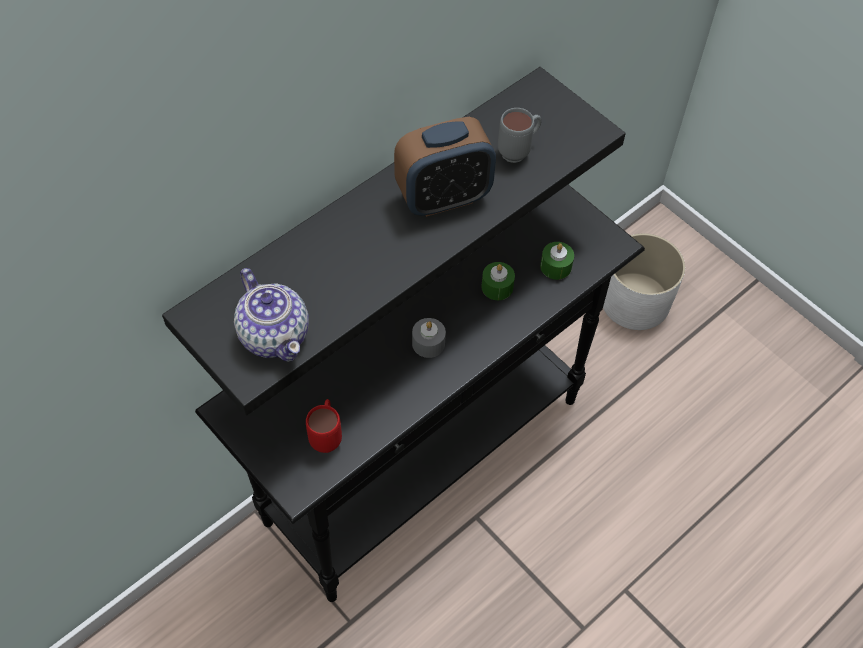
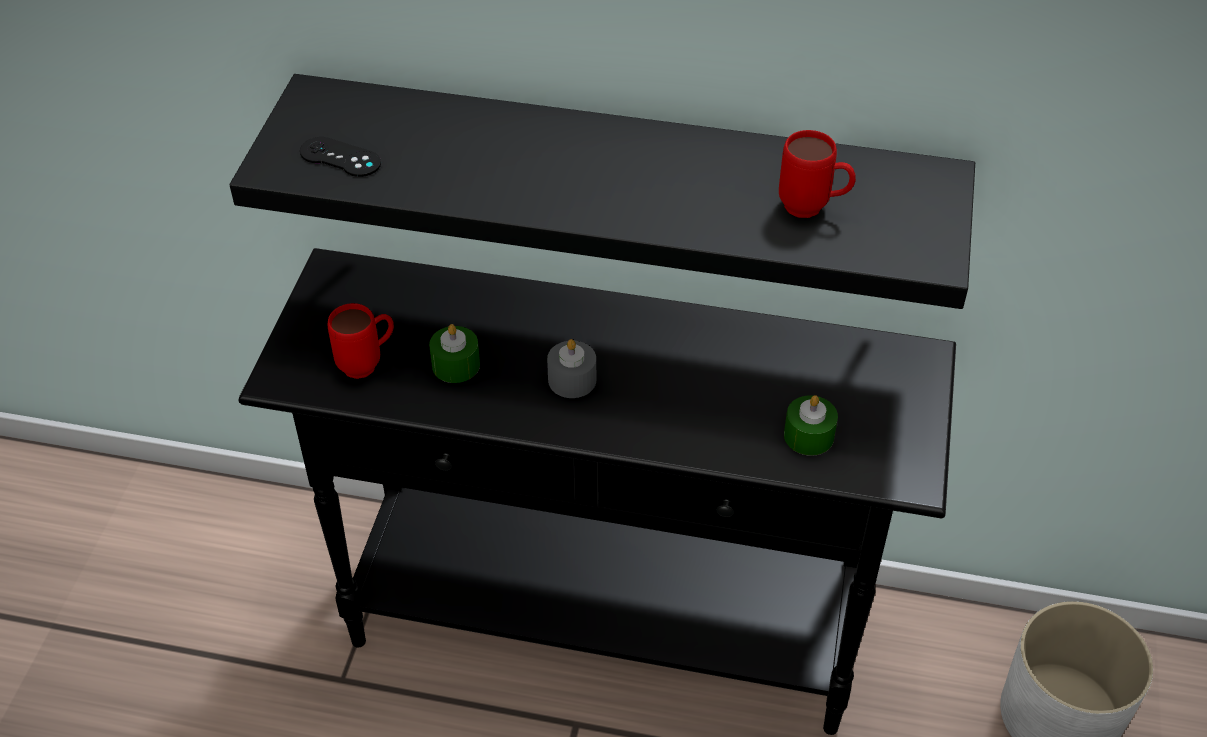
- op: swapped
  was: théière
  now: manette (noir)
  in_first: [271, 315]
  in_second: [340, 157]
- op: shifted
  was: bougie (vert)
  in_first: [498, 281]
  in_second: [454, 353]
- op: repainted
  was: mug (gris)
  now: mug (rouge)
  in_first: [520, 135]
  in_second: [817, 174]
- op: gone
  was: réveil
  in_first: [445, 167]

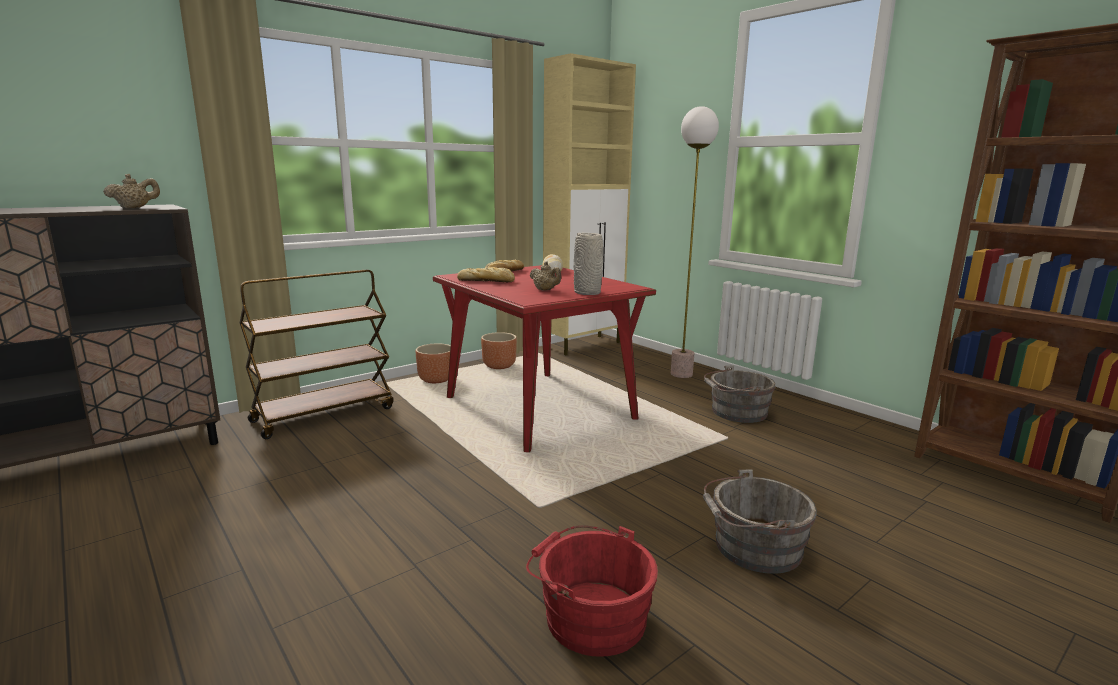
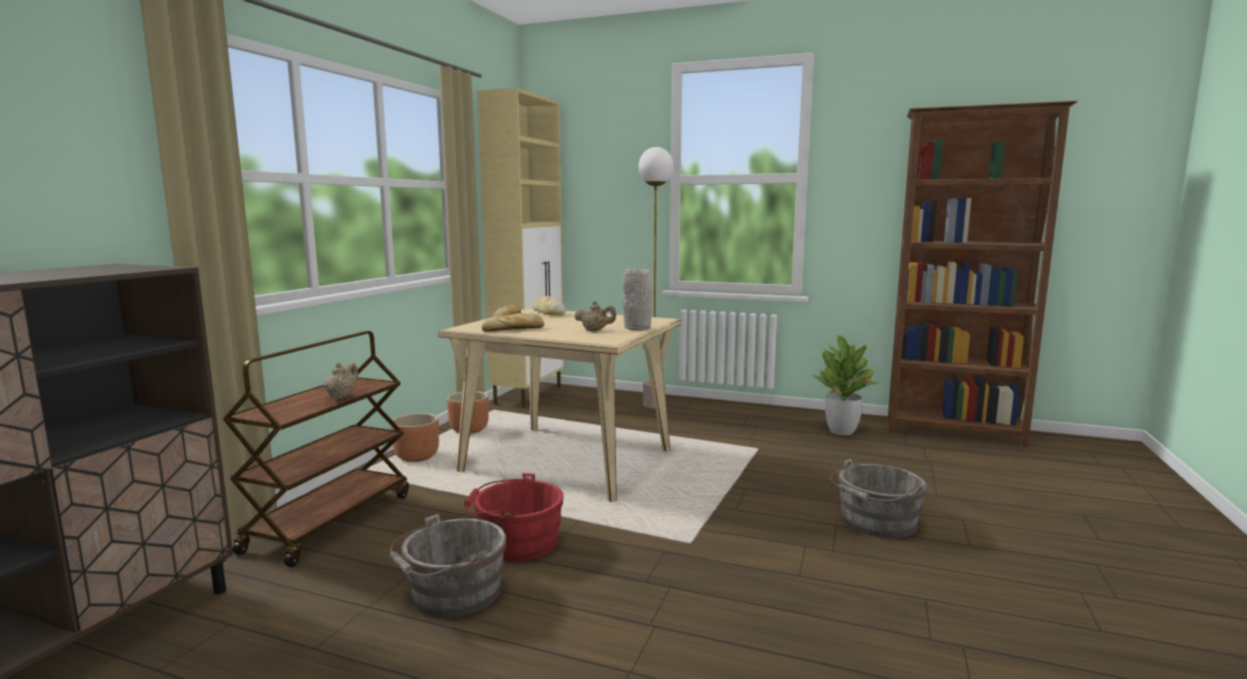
- op: shifted
  was: théière (beige)
  in_first: [131, 191]
  in_second: [340, 380]
- op: shifted
  was: seau (gris)
  in_first: [740, 394]
  in_second: [448, 566]
- op: repainted
  was: table à manger (rouge)
  now: table à manger (beige)
  in_first: [544, 358]
  in_second: [559, 405]
- op: shifted
  was: seau (rouge)
  in_first: [592, 591]
  in_second: [514, 517]
- op: new
  now: plante en pot
  in_second: [846, 385]

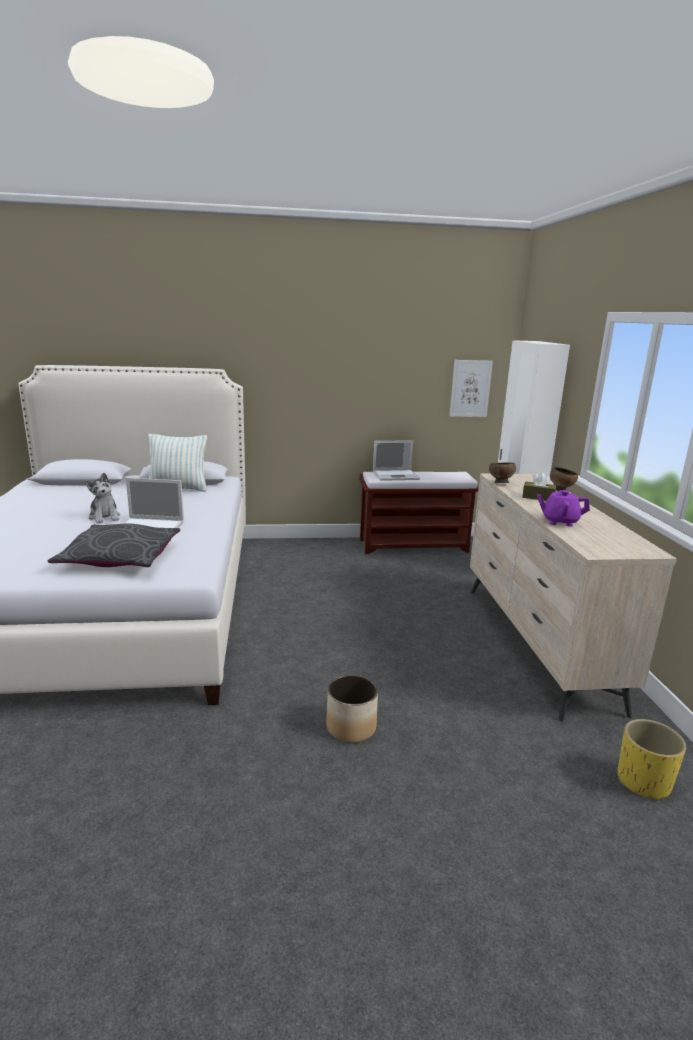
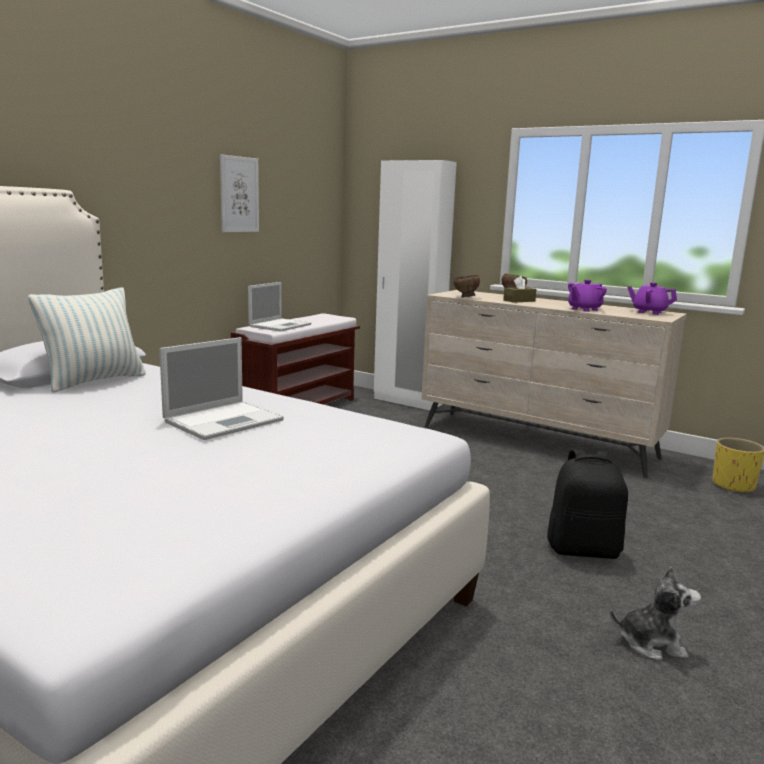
- op: shifted
  was: tableau
  in_first: [471, 388]
  in_second: [239, 193]
- op: swapped
  was: cache-pot
  now: sac à dos (noir)
  in_first: [352, 709]
  in_second: [587, 504]
- op: shifted
  was: peluche
  in_first: [102, 498]
  in_second: [655, 614]
- op: new
  now: théière (violet)
  in_second: [652, 298]
- op: gone
  was: coussin (gris)
  in_first: [114, 545]

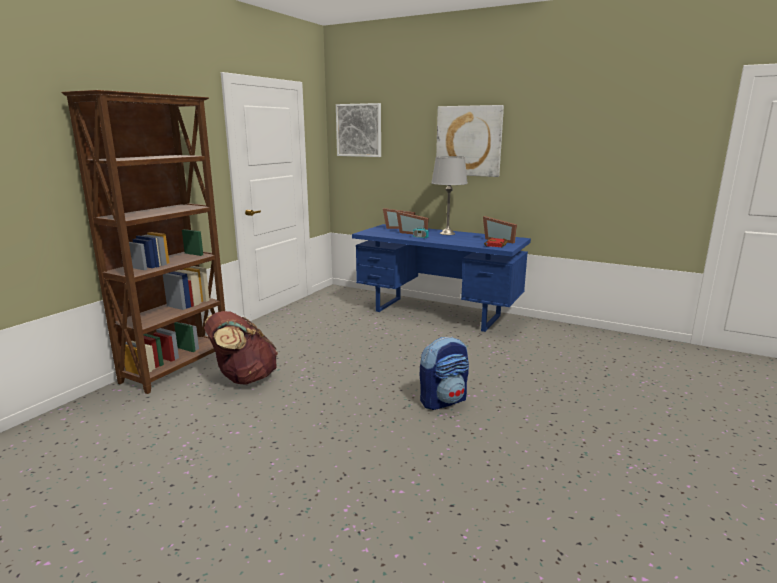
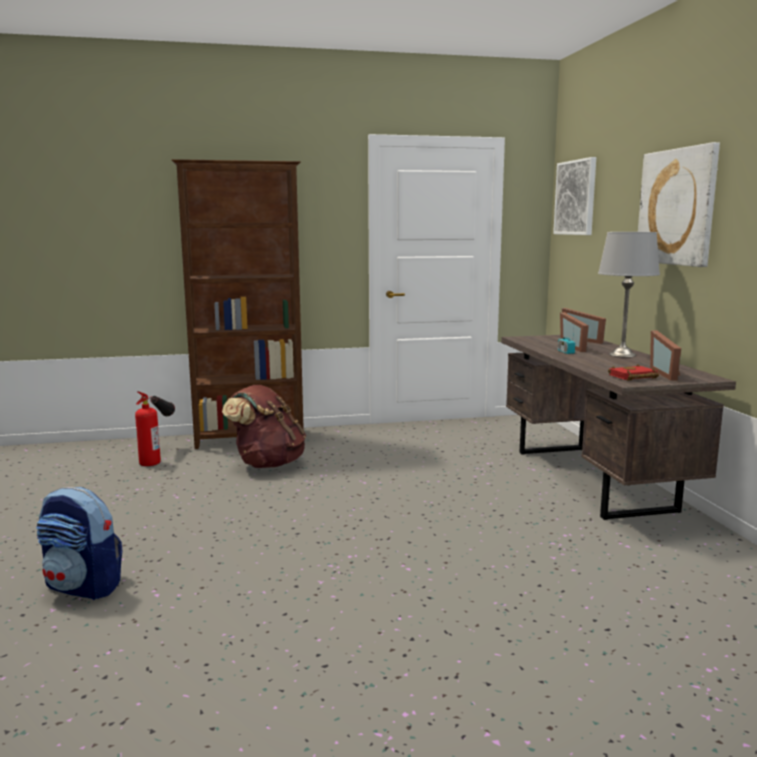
- op: shifted
  was: sac à dos
  in_first: [444, 373]
  in_second: [79, 543]
- op: new
  now: extincteur
  in_second: [155, 429]
- op: repainted
  was: bureau (bleu)
  now: bureau (marron)
  in_first: [441, 278]
  in_second: [618, 427]

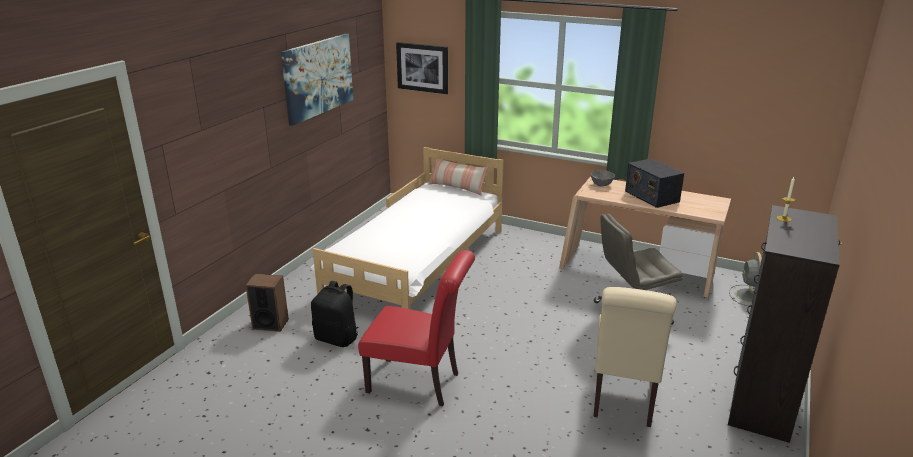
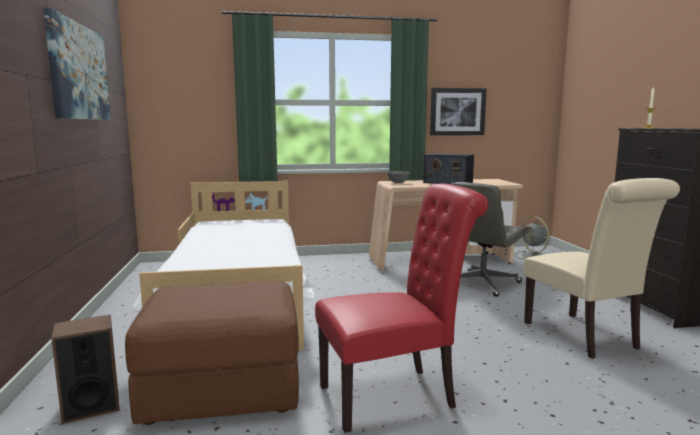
- op: swapped
  was: sac à dos (noir)
  now: pouf (marron)
  in_first: [335, 314]
  in_second: [212, 353]
- op: shifted
  was: tableau
  in_first: [422, 68]
  in_second: [458, 112]
- op: gone
  was: coussin
  in_first: [458, 177]

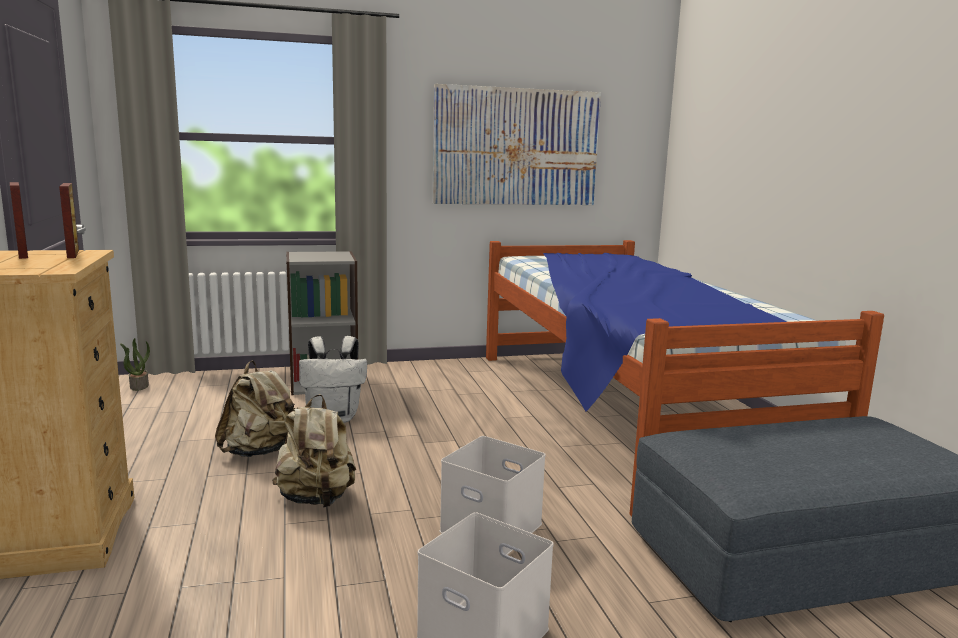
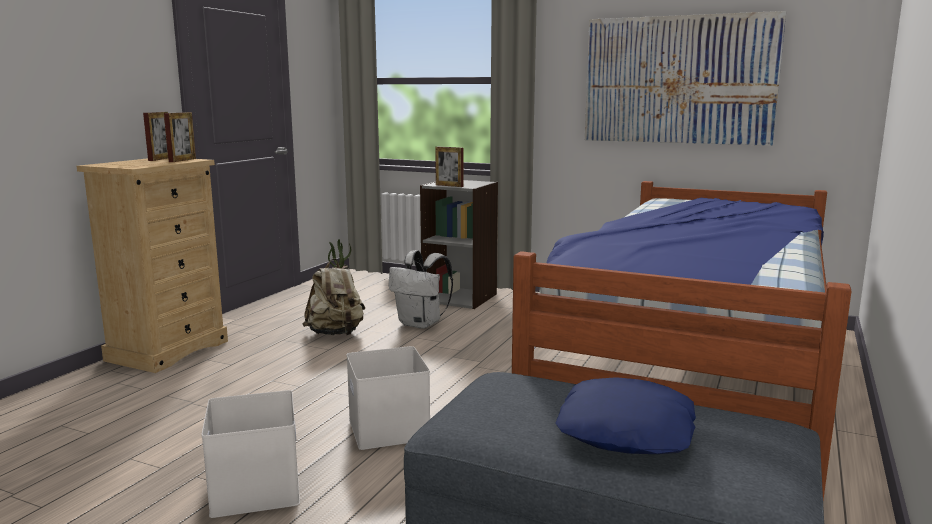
- op: new
  now: cadre photo
  in_second: [449, 167]
- op: new
  now: coussin (bleu)
  in_second: [625, 415]
- op: gone
  was: sac à dos (beige)
  in_first: [314, 451]

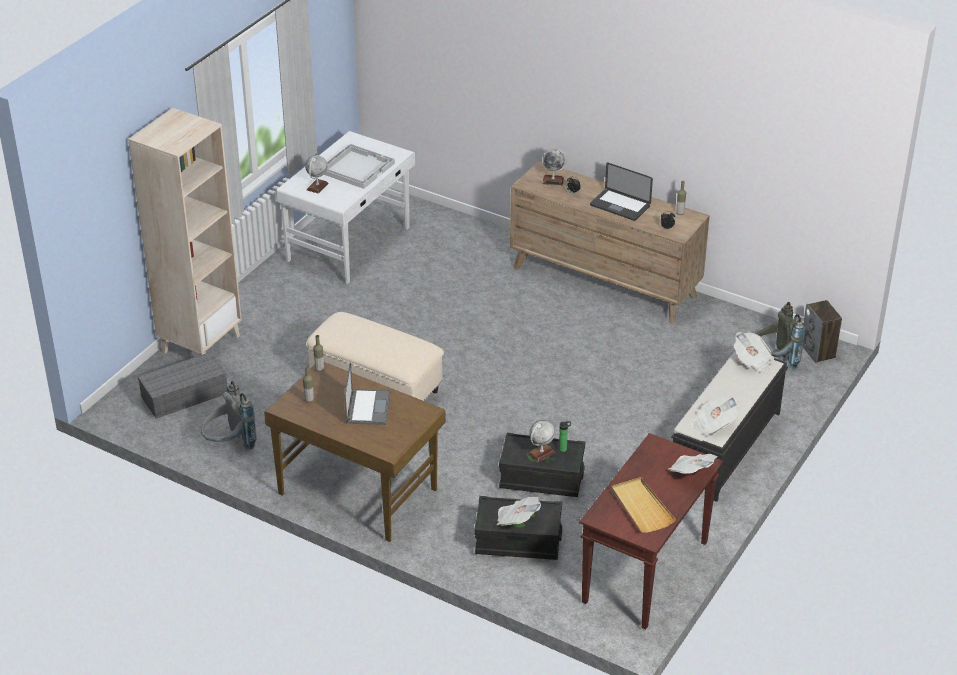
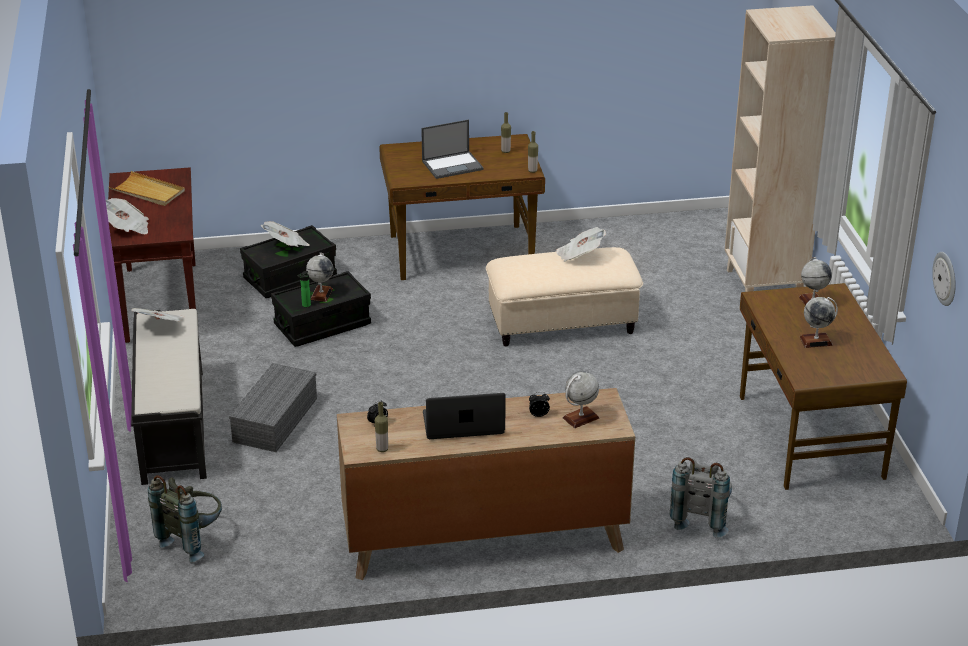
- op: shifted
  was: boîte de rangement (gris)
  in_first: [183, 385]
  in_second: [273, 407]
- op: rotated
  was: ordinateur portable
  in_first: [367, 393]
  in_second: [452, 149]
  clockwise: -75
- op: shifted
  was: journal
  in_first: [754, 353]
  in_second: [581, 244]
- op: shifted
  was: sac à dos (gris)
  in_first: [228, 415]
  in_second: [701, 497]
- op: repainted
  was: bureau (blanc)
  now: bureau (marron)
  in_first: [345, 207]
  in_second: [823, 386]
- op: swapped
  was: plateau (blanc)
  now: globe
  in_first: [359, 166]
  in_second: [819, 322]
- op: new
  now: horloge murale
  in_second: [944, 279]
- op: gone
  was: enceinte
  in_first: [822, 331]

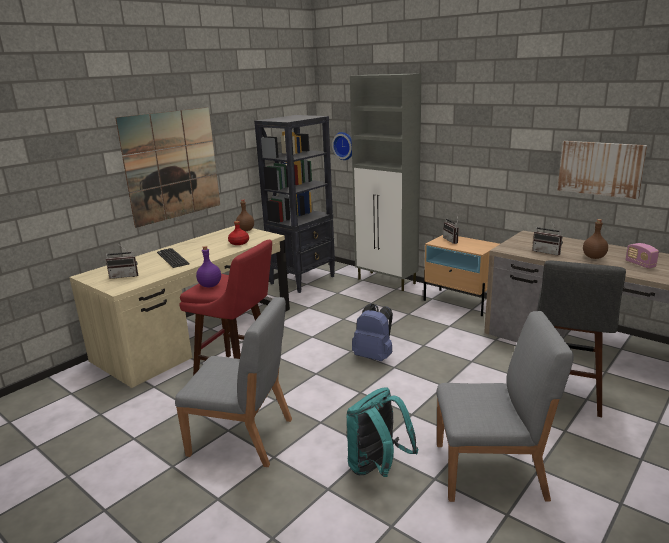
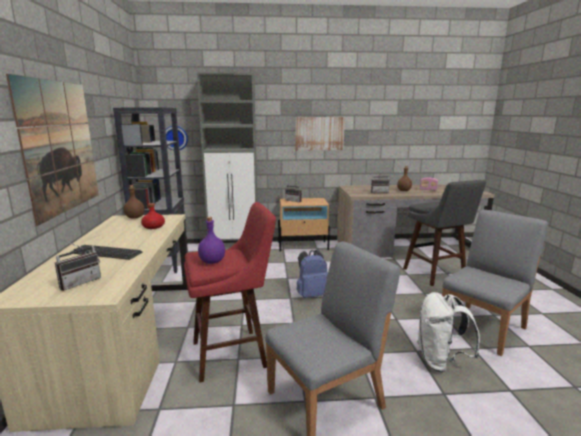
- op: shifted
  was: tableau
  in_first: [602, 170]
  in_second: [320, 133]
- op: repainted
  was: sac à dos (turquoise)
  now: sac à dos (blanc)
  in_first: [382, 432]
  in_second: [448, 332]

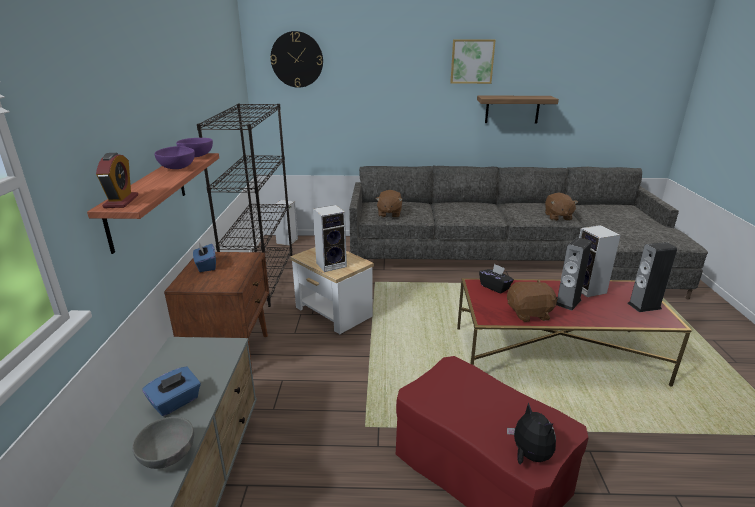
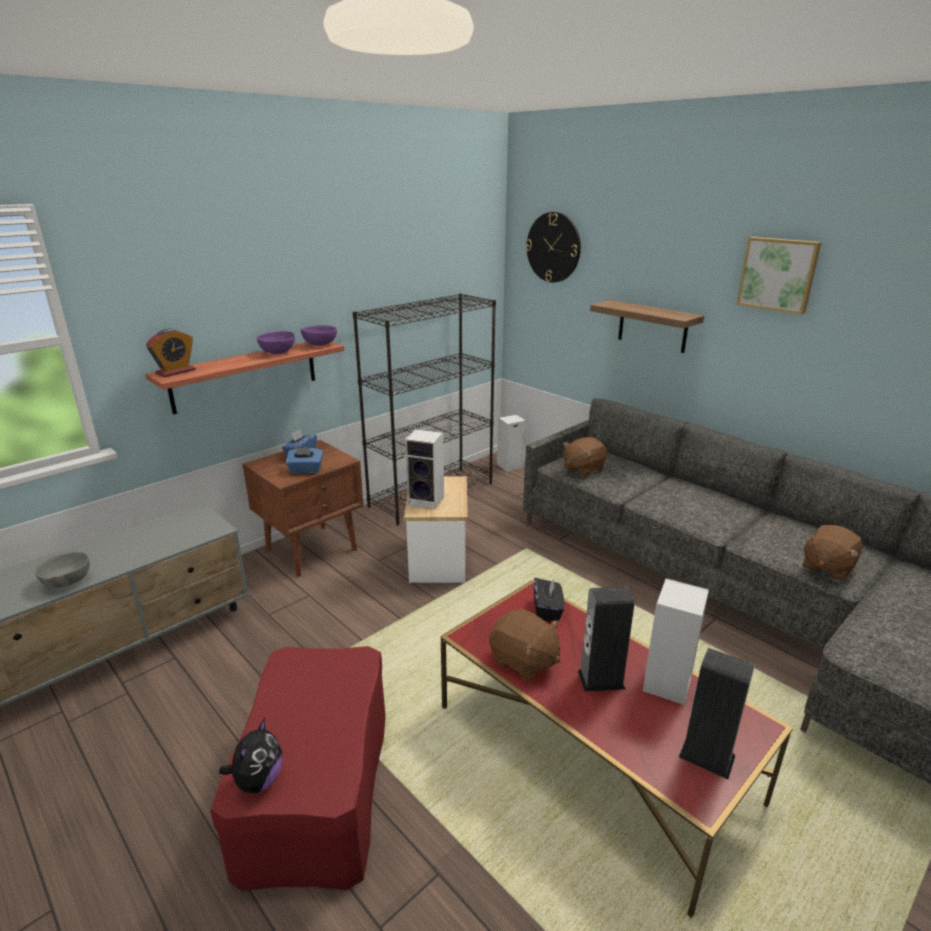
- op: shifted
  was: boîte à mouchoirs (bleu)
  in_first: [171, 391]
  in_second: [304, 461]
- op: shifted
  was: étagère
  in_first: [518, 109]
  in_second: [647, 326]

